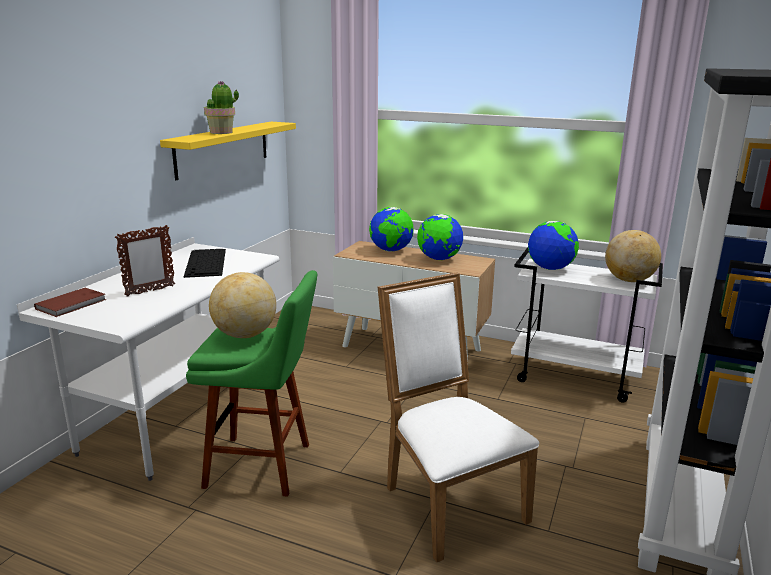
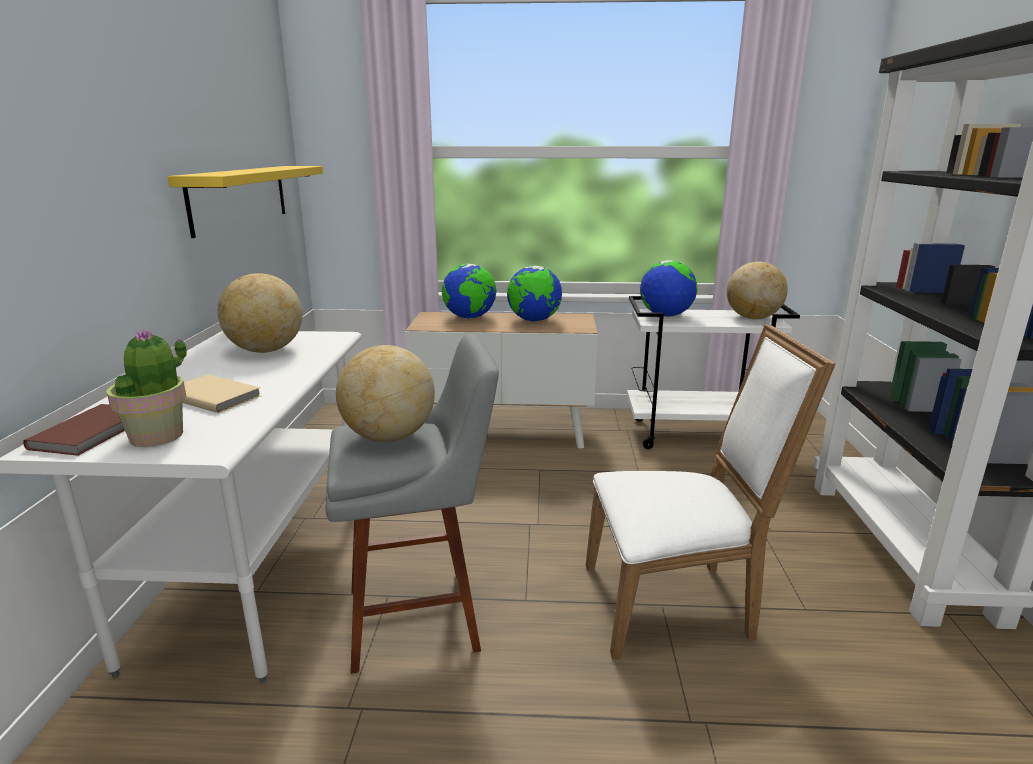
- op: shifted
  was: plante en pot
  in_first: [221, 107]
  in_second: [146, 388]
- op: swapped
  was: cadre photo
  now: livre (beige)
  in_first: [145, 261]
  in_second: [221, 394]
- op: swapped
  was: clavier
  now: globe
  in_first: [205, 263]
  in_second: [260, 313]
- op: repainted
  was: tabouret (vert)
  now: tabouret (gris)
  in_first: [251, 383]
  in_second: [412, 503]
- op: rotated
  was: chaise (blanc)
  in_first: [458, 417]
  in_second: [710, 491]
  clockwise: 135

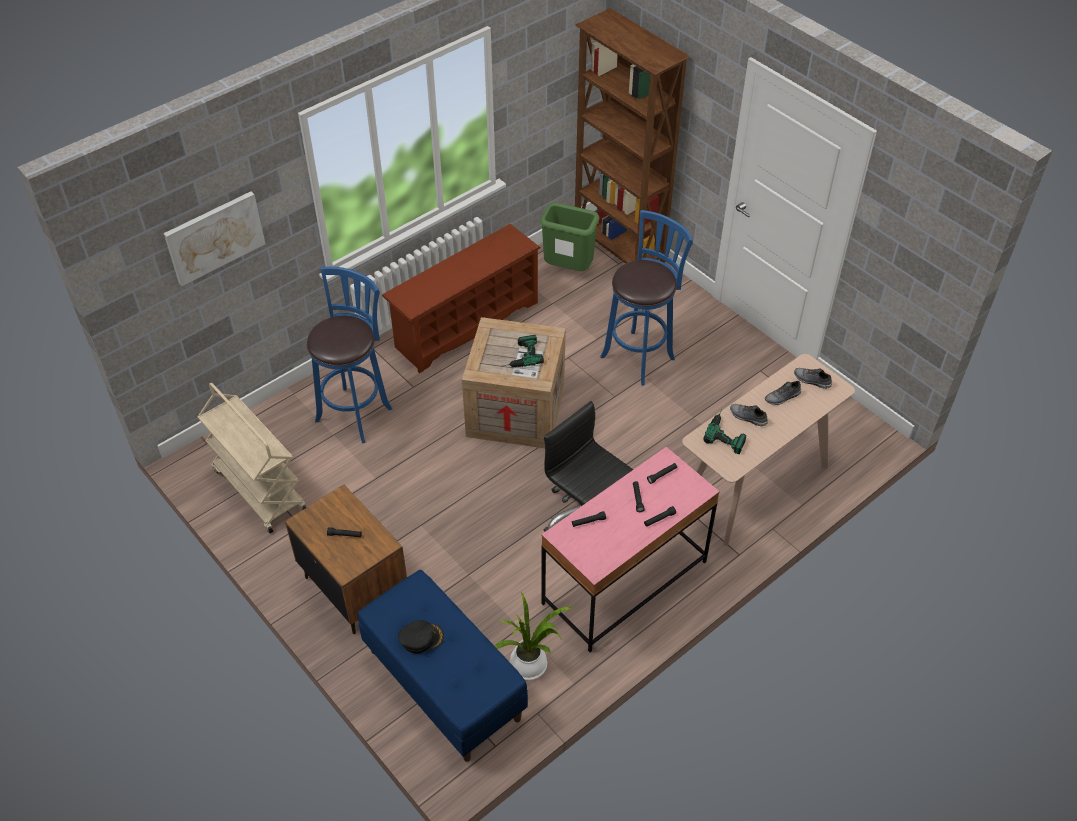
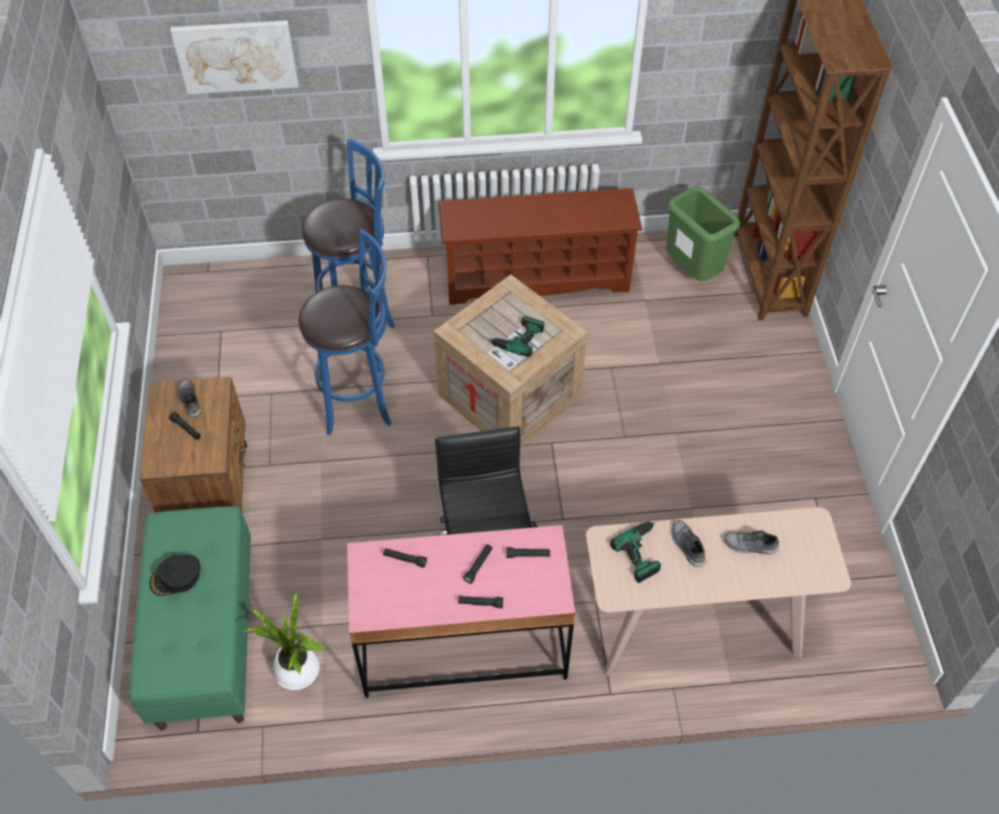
- op: repainted
  was: banc (bleu)
  now: banc (vert)
  in_first: [443, 666]
  in_second: [190, 618]
- op: rotated
  was: casquette (noir)
  in_first: [421, 637]
  in_second: [175, 575]
  clockwise: 135
- op: shifted
  was: chaussure (gris)
  in_first: [813, 378]
  in_second: [190, 398]
- op: shifted
  was: tabouret (bleu)
  in_first: [646, 298]
  in_second: [344, 332]
- op: gone
  was: chariot (beige)
  in_first: [252, 458]

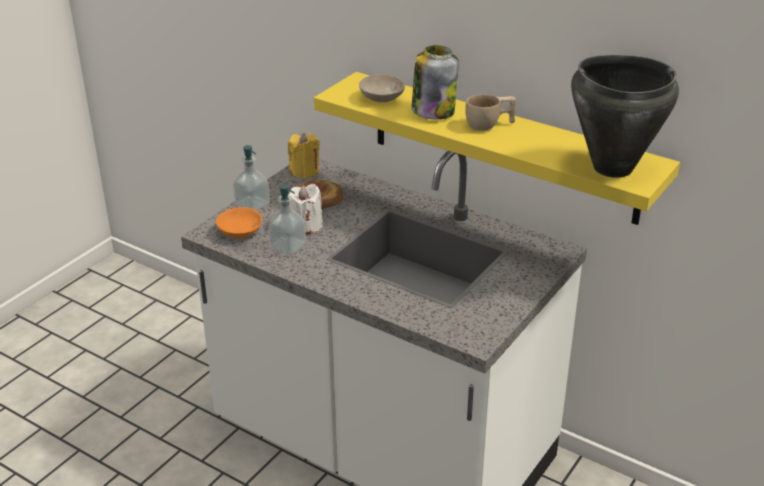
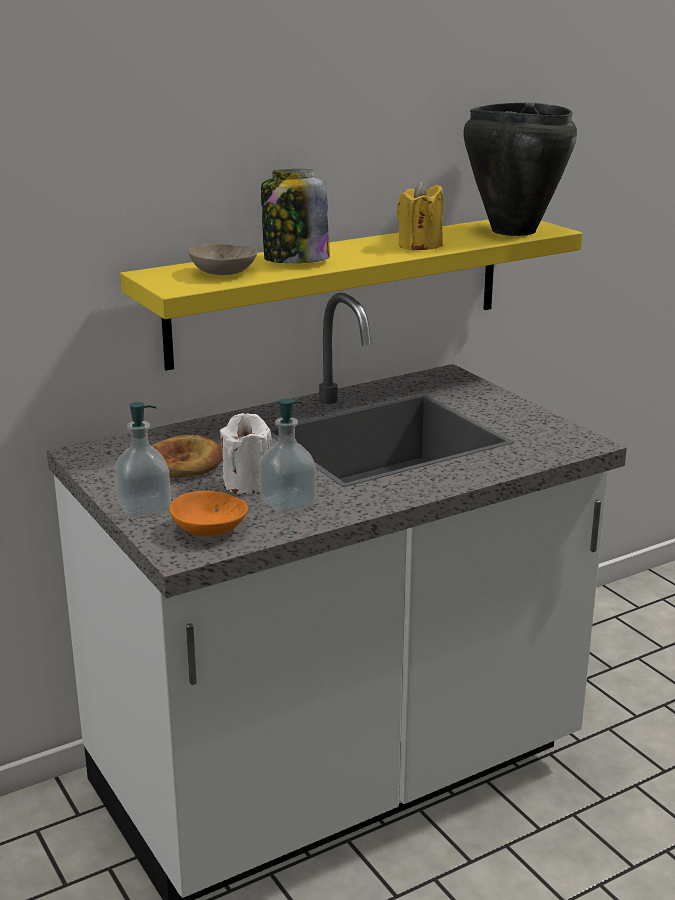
- op: shifted
  was: bougie (jaune)
  in_first: [304, 155]
  in_second: [420, 215]
- op: gone
  was: tasse (beige)
  in_first: [490, 112]

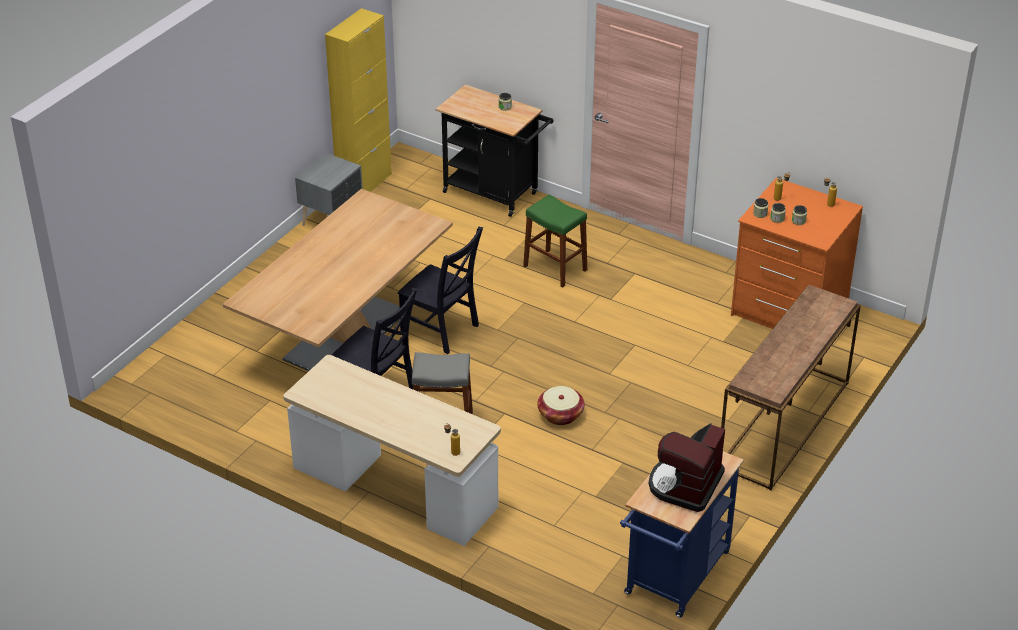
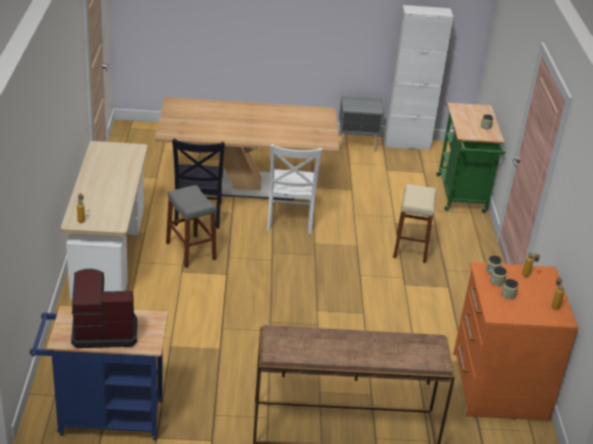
- op: repainted
  was: chaise (noir)
  now: chaise (blanc)
  in_first: [440, 290]
  in_second: [294, 189]
- op: repainted
  was: meuble de rangement (jaune)
  now: meuble de rangement (blanc)
  in_first: [358, 100]
  in_second: [418, 77]
- op: repainted
  was: tabouret (vert)
  now: tabouret (beige)
  in_first: [555, 240]
  in_second: [414, 223]
- op: repainted
  was: chariot (noir)
  now: chariot (vert)
  in_first: [495, 151]
  in_second: [471, 158]
- op: gone
  was: panier
  in_first: [561, 405]

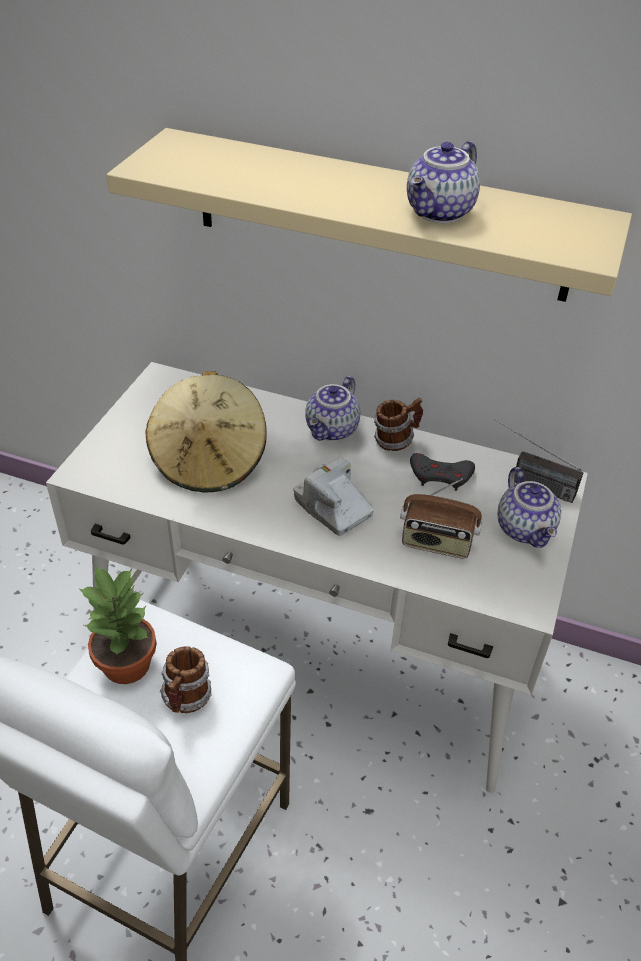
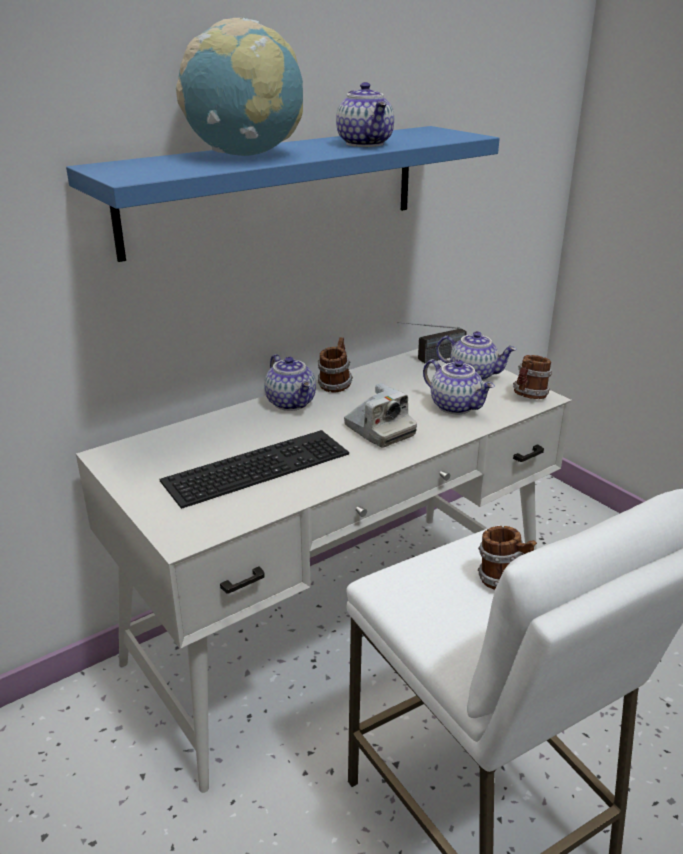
- op: repainted
  was: étagère (beige)
  now: étagère (bleu)
  in_first: [369, 215]
  in_second: [283, 194]
- op: swapped
  was: chapeau (beige)
  now: clavier
  in_first: [206, 431]
  in_second: [254, 469]
- op: new
  now: globe
  in_second: [239, 87]
- op: rotated
  was: appareil photo
  in_first: [334, 496]
  in_second: [380, 415]
  clockwise: -120
- op: swapped
  was: radio
  now: théière
  in_first: [441, 518]
  in_second: [459, 386]
- op: new
  now: mug
  in_second: [532, 377]
- op: gone
  was: plante en pot
  in_first: [117, 625]
- op: gone
  was: manette (gris)
  in_first: [442, 472]

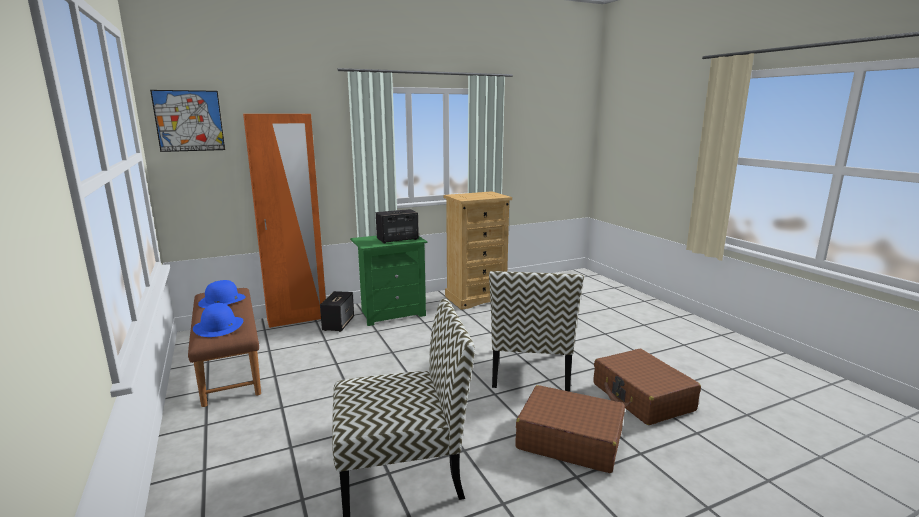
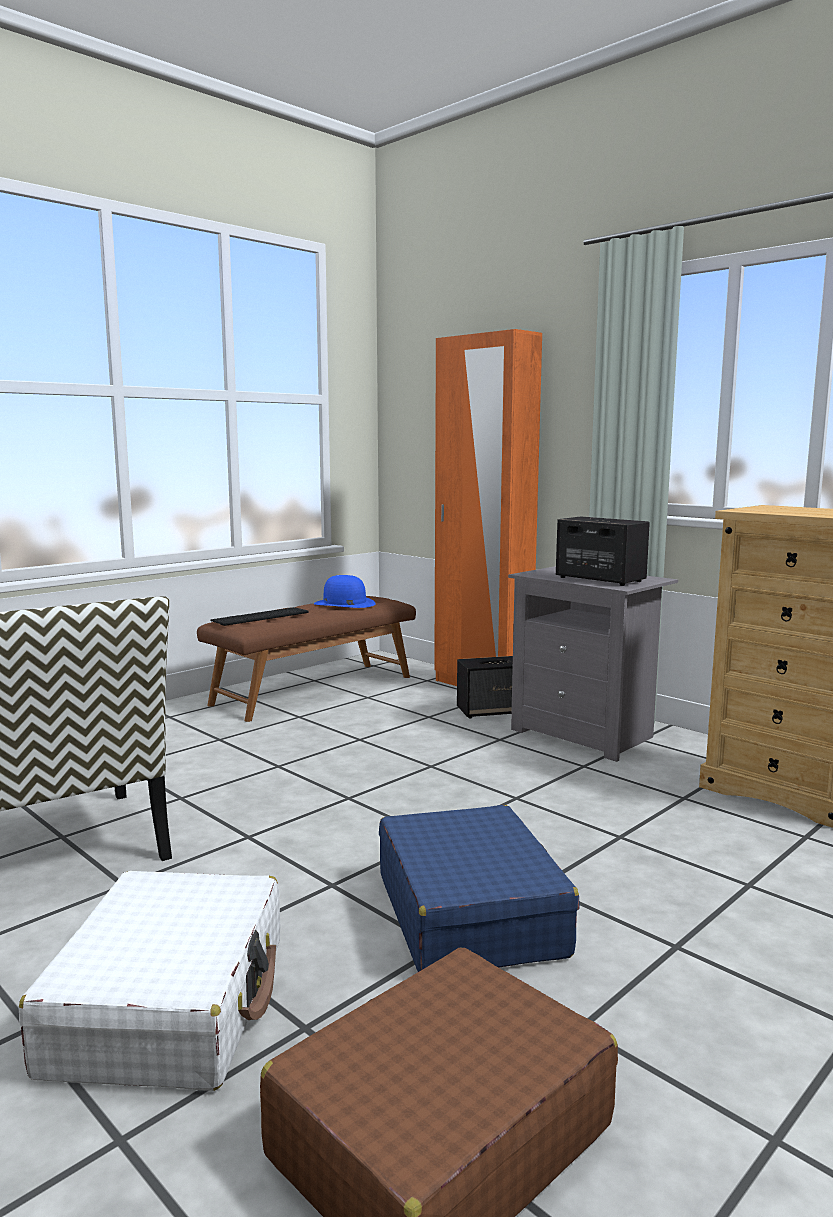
- op: repainted
  was: valise (marron)
  now: valise (blanc)
  in_first: [570, 429]
  in_second: [149, 981]
- op: swapped
  was: chapeau (bleu)
  now: clavier
  in_first: [218, 320]
  in_second: [259, 616]
- op: swapped
  was: chaise
  now: valise (bleu)
  in_first: [536, 331]
  in_second: [479, 888]
- op: repainted
  was: table de chevet (vert)
  now: table de chevet (gris)
  in_first: [388, 281]
  in_second: [593, 664]
- op: gone
  was: tableau
  in_first: [187, 121]

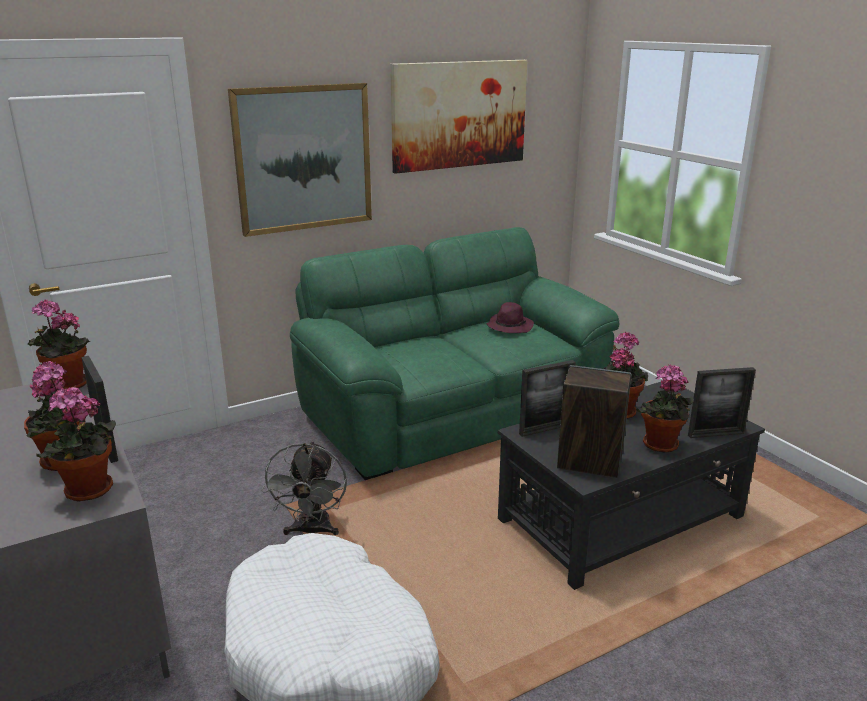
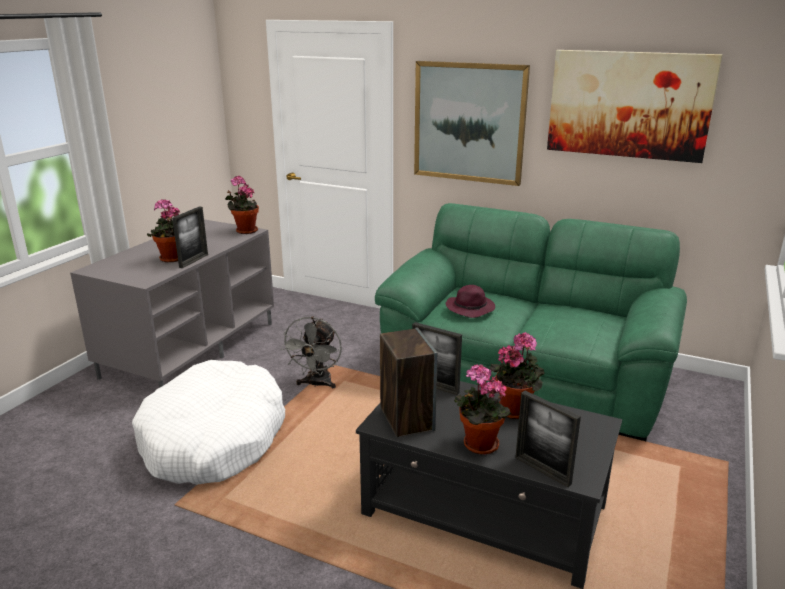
- op: rotated
  was: ventilateur (gris)
  in_first: [304, 488]
  in_second: [311, 352]
  clockwise: -45
- op: shifted
  was: chapeau (violet)
  in_first: [510, 317]
  in_second: [470, 301]
- op: gone
  was: plante en pot
  in_first: [76, 444]

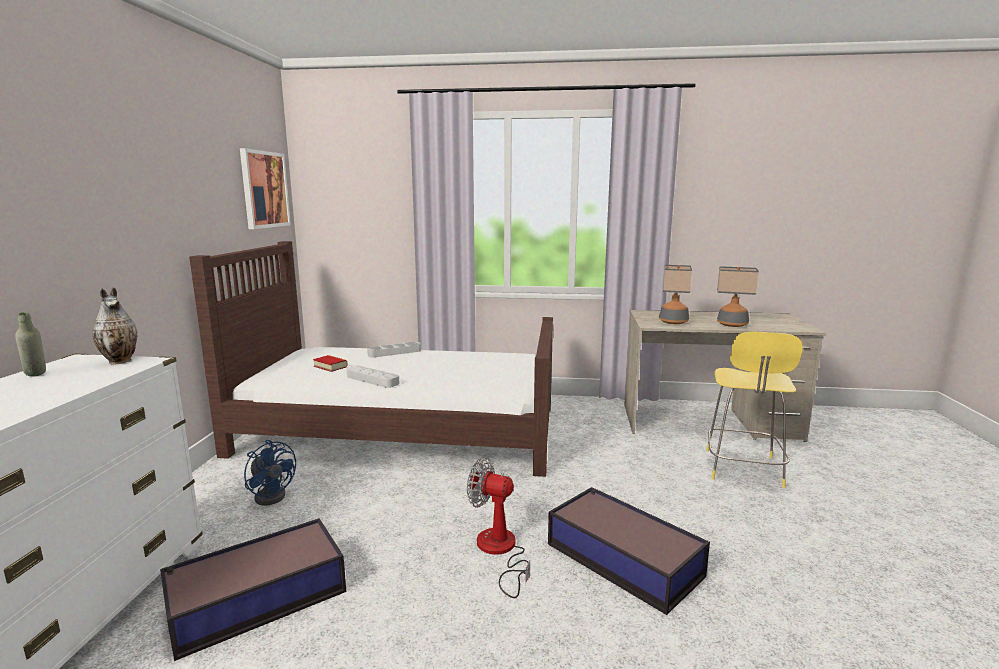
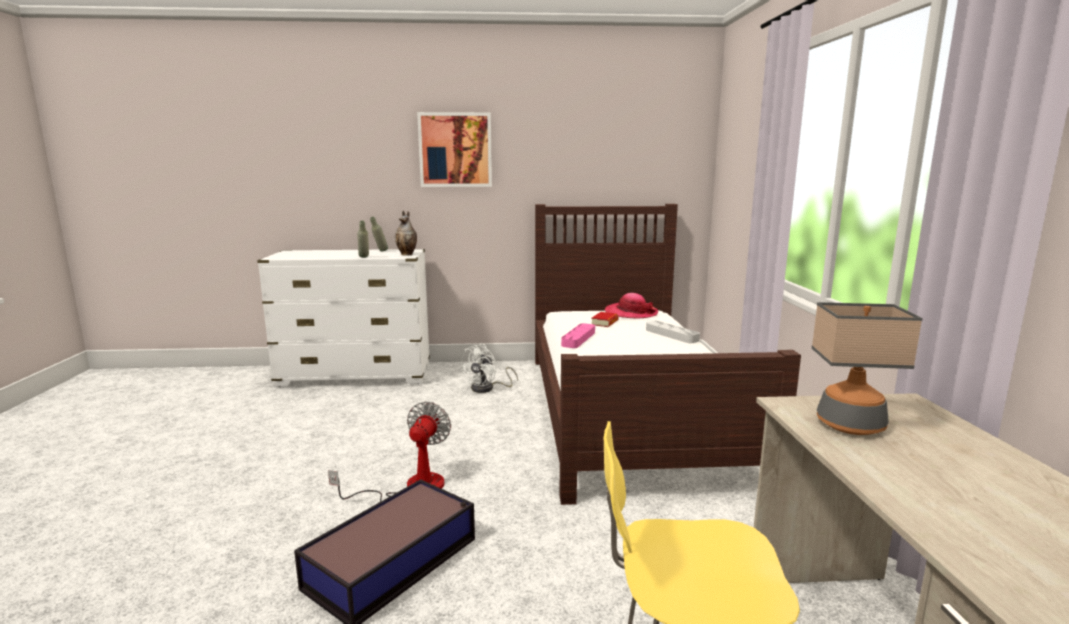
- op: new
  now: bouteille (gris)
  in_second: [363, 239]
- op: shifted
  was: tableau
  in_first: [265, 188]
  in_second: [454, 149]
- op: repainted
  was: ventilateur (bleu)
  now: ventilateur (blanc)
  in_first: [270, 473]
  in_second: [489, 368]
- op: repainted
  was: plateau (gris)
  now: plateau (rose)
  in_first: [373, 377]
  in_second: [578, 335]
- op: new
  now: chapeau
  in_second: [631, 306]
- op: gone
  was: boîte de rangement
  in_first: [253, 589]
- op: gone
  was: lampe de table
  in_first: [738, 296]

